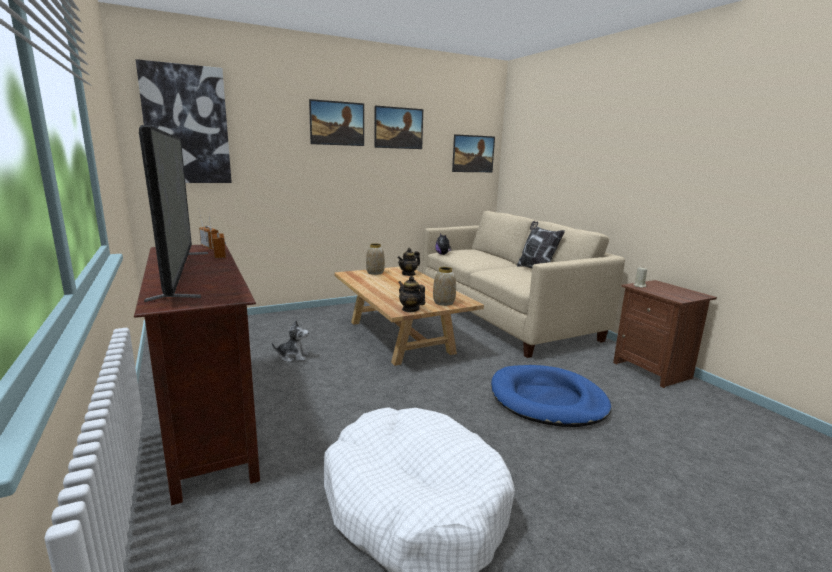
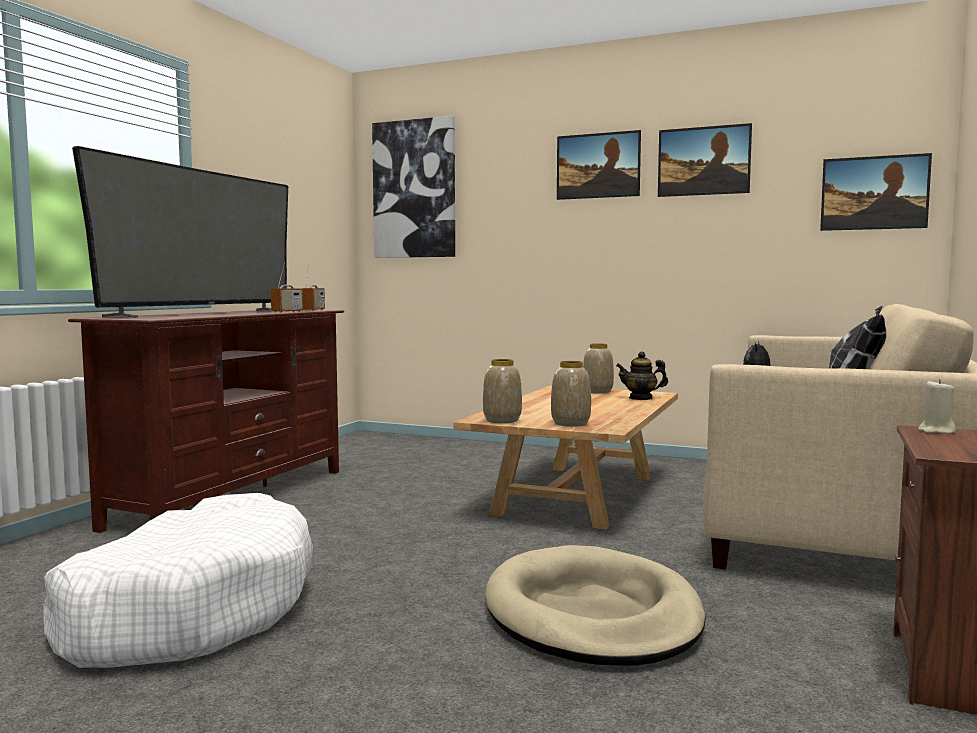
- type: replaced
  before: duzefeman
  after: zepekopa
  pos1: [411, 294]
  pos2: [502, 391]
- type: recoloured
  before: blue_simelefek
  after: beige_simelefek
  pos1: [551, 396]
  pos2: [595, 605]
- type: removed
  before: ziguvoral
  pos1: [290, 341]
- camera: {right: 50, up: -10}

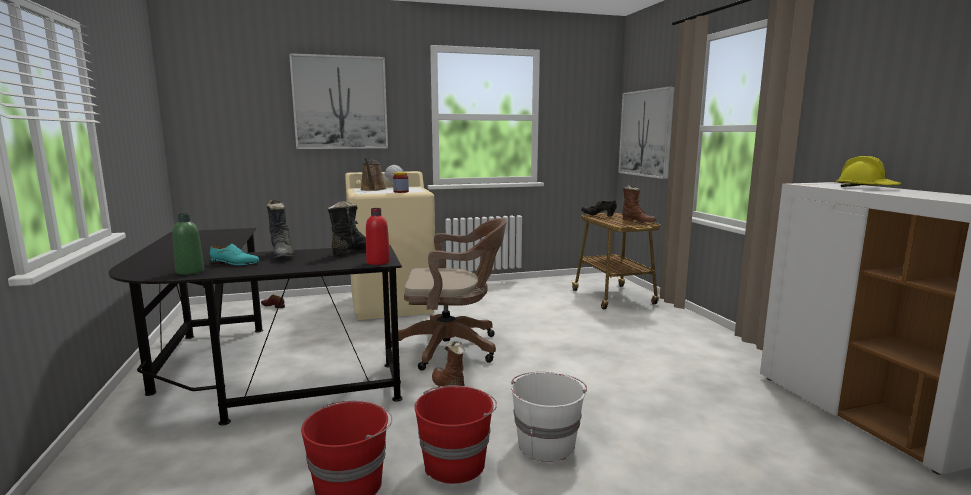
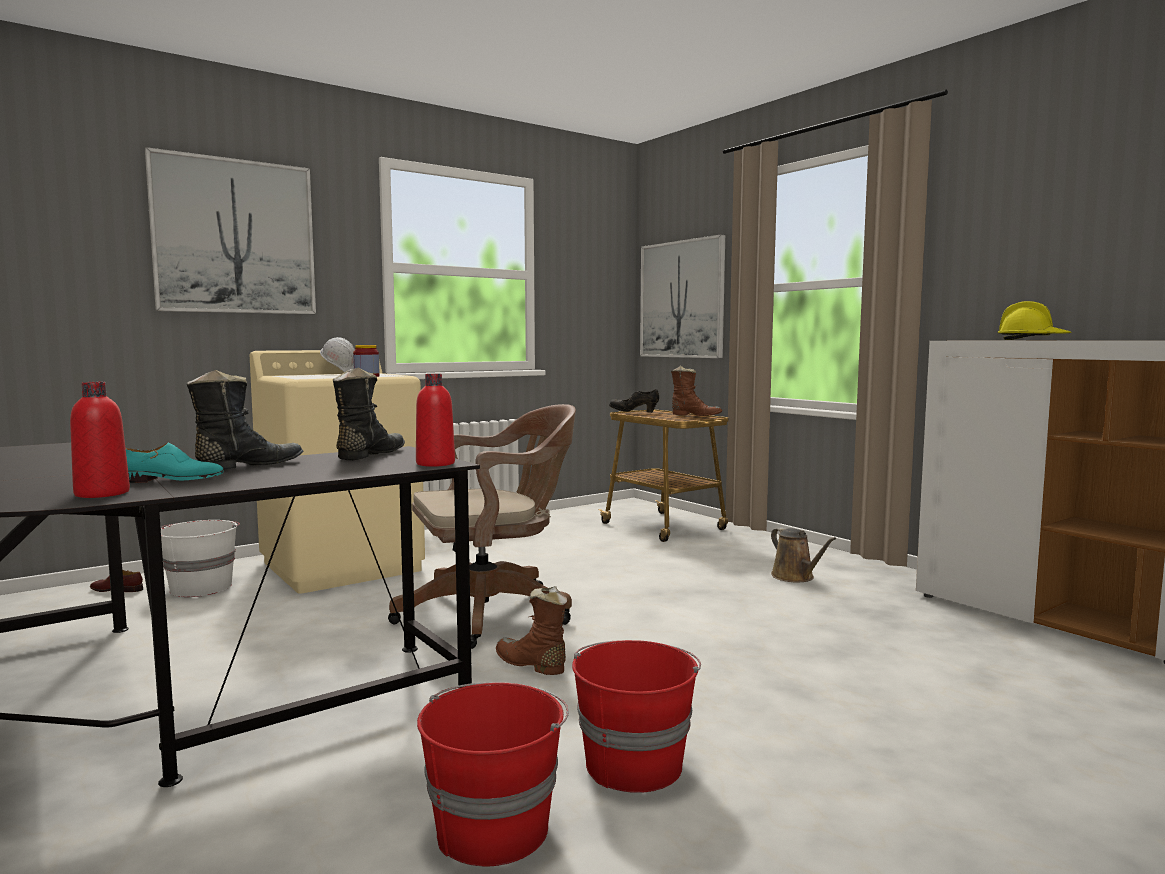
- type: recoloured
  before: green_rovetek
  after: red_rovetek
  pos1: [188, 244]
  pos2: [100, 440]
- type: moved
  before: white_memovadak
  pos1: [549, 417]
  pos2: [200, 558]
- type: turned
  before: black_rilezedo
  pos1: [281, 229]
  pos2: [245, 420]
  turn: -90
- type: moved
  before: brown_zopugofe
  pos1: [373, 174]
  pos2: [803, 554]
- camera: {right: -20, up: -5}

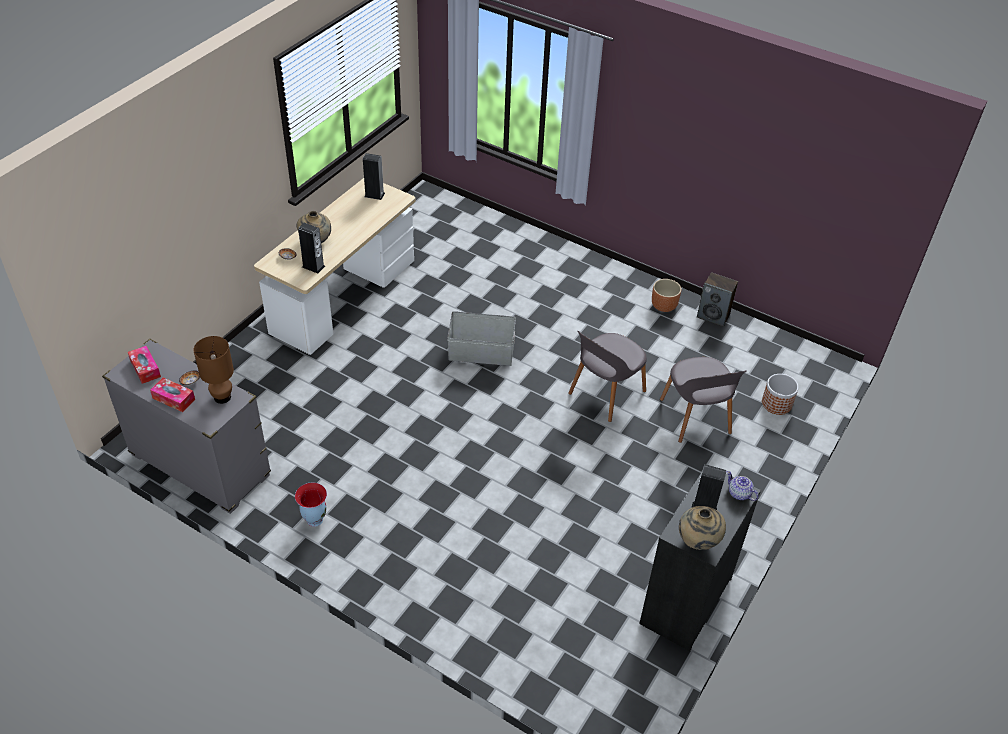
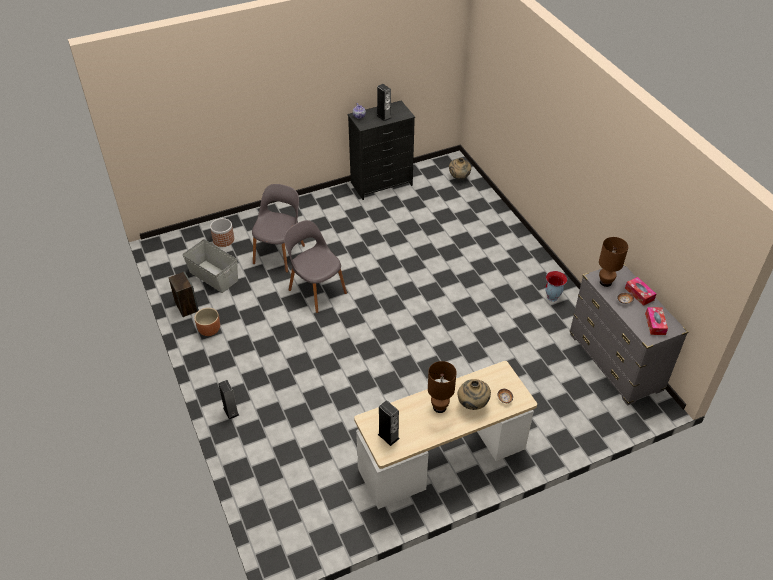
- type: moved
  before: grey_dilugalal
  pos1: [481, 338]
  pos2: [210, 266]
- type: moved
  before: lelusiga
  pos1: [311, 247]
  pos2: [228, 400]
- type: turned
  before: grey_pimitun
  pos1: [607, 376]
  pos2: [315, 266]
  turn: -120
- type: added
  after: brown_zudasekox
  pos2: [442, 387]
- type: moved
  before: beige_zepekopa
  pos1: [702, 528]
  pos2: [460, 169]
- camera: {right: -145, up: 0}

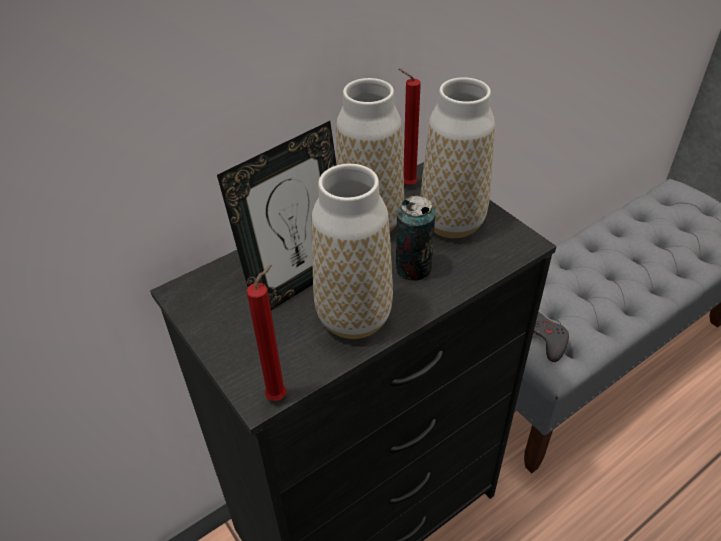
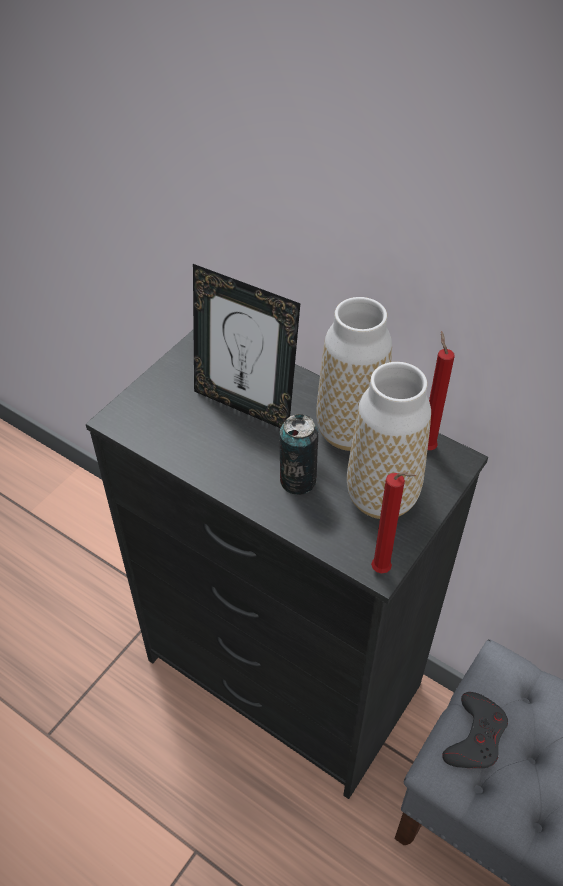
- type: moved
  before: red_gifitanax
  pos1: [266, 333]
  pos2: [393, 522]
- type: removed
  before: zepekopa
  pos1: [352, 251]
- camera: {right: 70, up: 5}

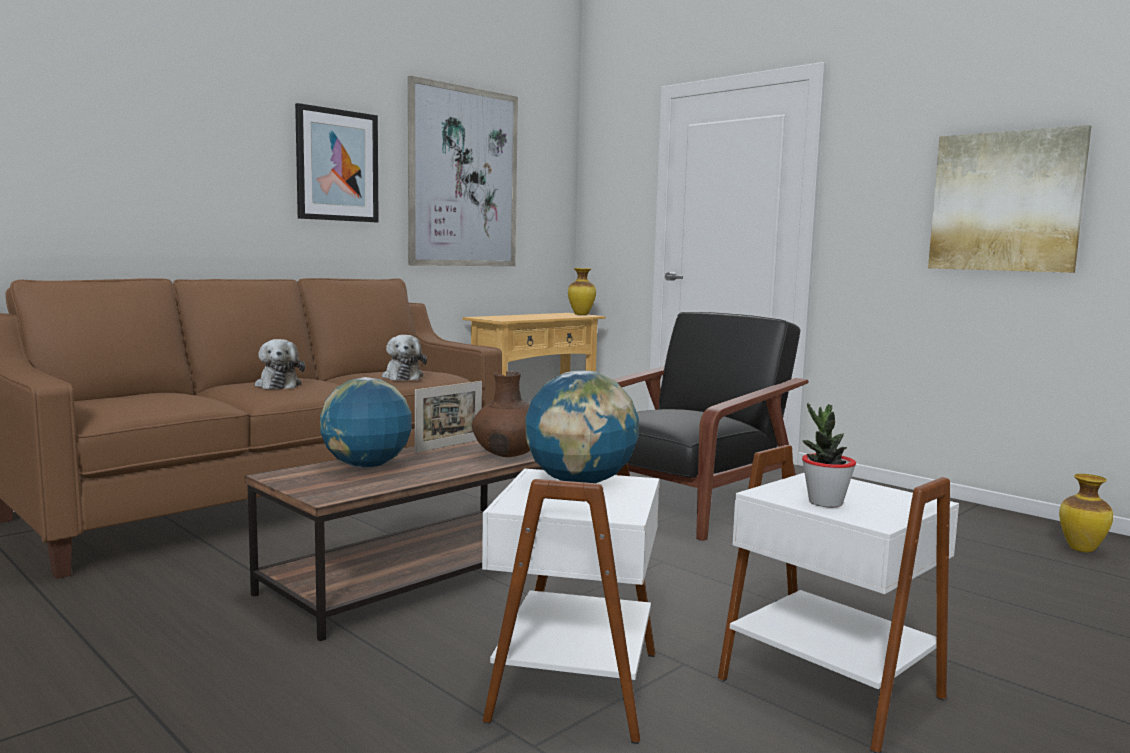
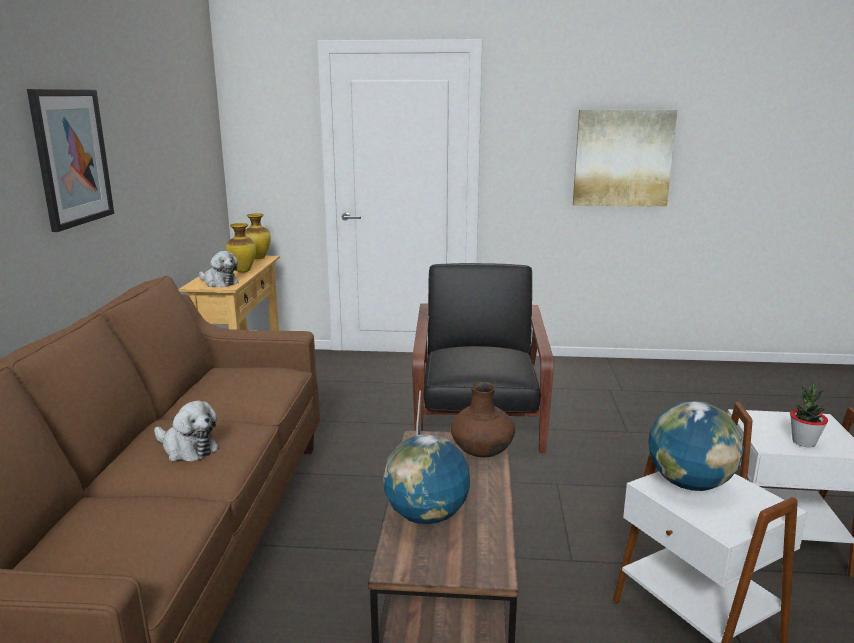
- type: moved
  before: ziguvoral
  pos1: [404, 357]
  pos2: [219, 269]
- type: moved
  before: zepekopa
  pos1: [1086, 513]
  pos2: [241, 247]
- type: removed
  before: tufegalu
  pos1: [463, 171]
- camera: {right: -40, up: 10}

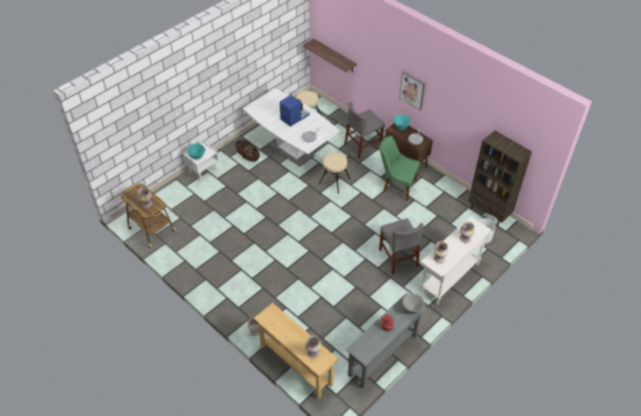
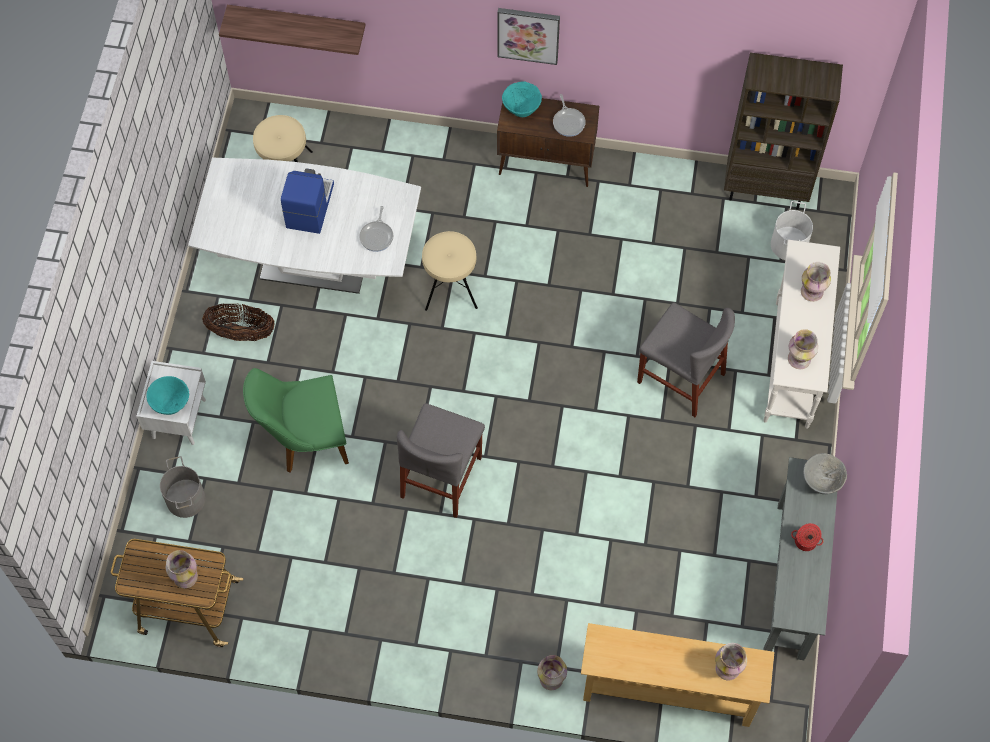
- type: added
  after: grey_memovadak
  pos2: [183, 487]
- type: moved
  before: green_pimitun
  pos1: [400, 168]
  pos2: [296, 420]
- type: moved
  before: grey_pimitun
  pos1: [365, 130]
  pos2: [441, 460]
- camera: {right: -35, up: 15}

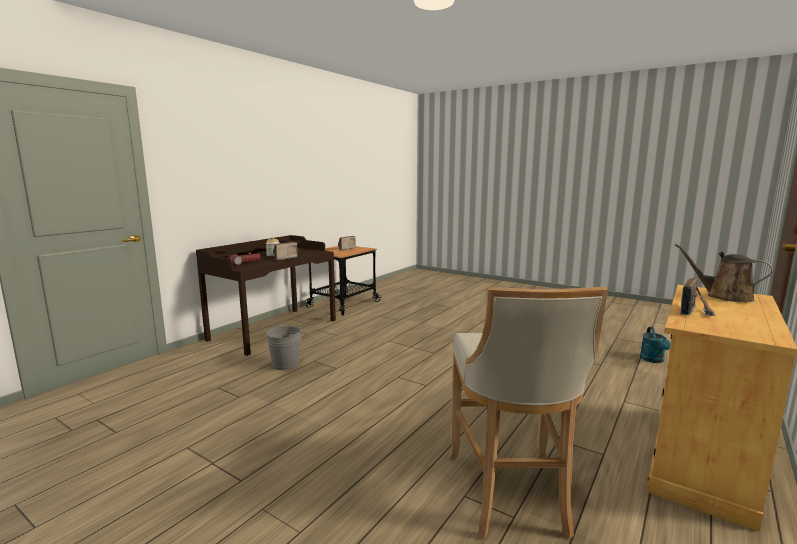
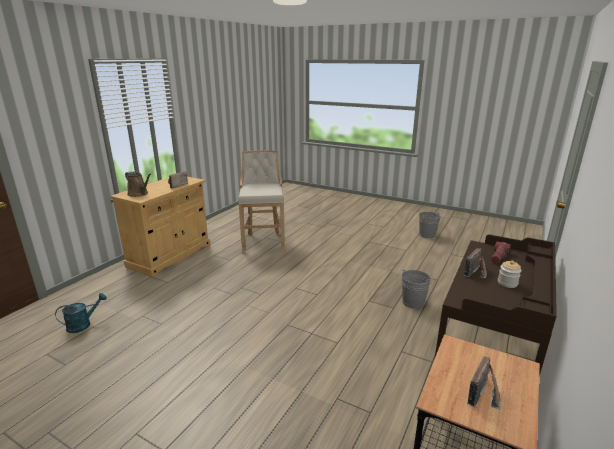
- type: turned
  before: turquoise_zopugofe
  pos1: [655, 345]
  pos2: [81, 313]
  turn: 45
- type: added
  after: grey_memovadak
  pos2: [430, 225]
- camera: {right: 175, up: 10}

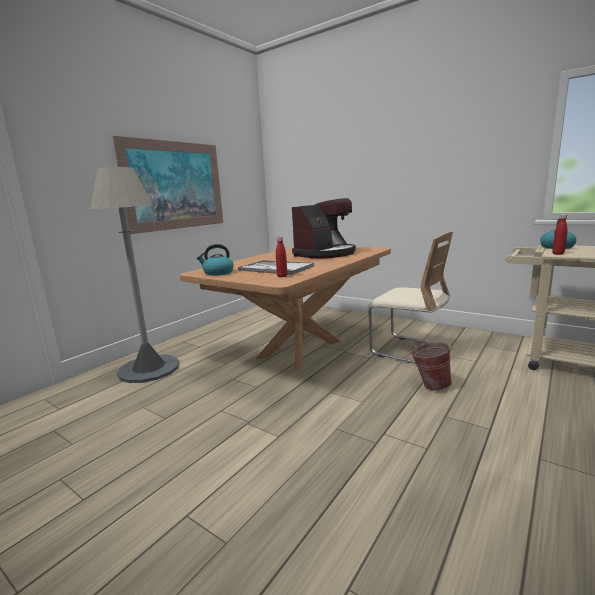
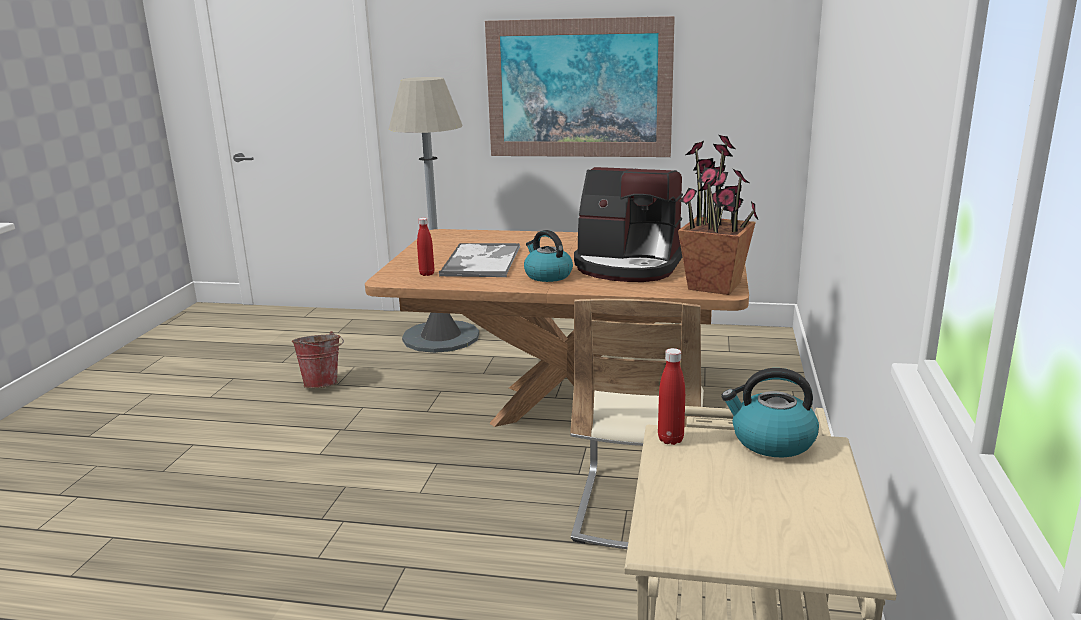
- type: moved
  before: memovadak
  pos1: [432, 366]
  pos2: [318, 359]
- type: moved
  before: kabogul
  pos1: [215, 260]
  pos2: [548, 256]
- type: added
  after: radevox
  pos2: [718, 215]
- camera: {right: 65, up: 5}

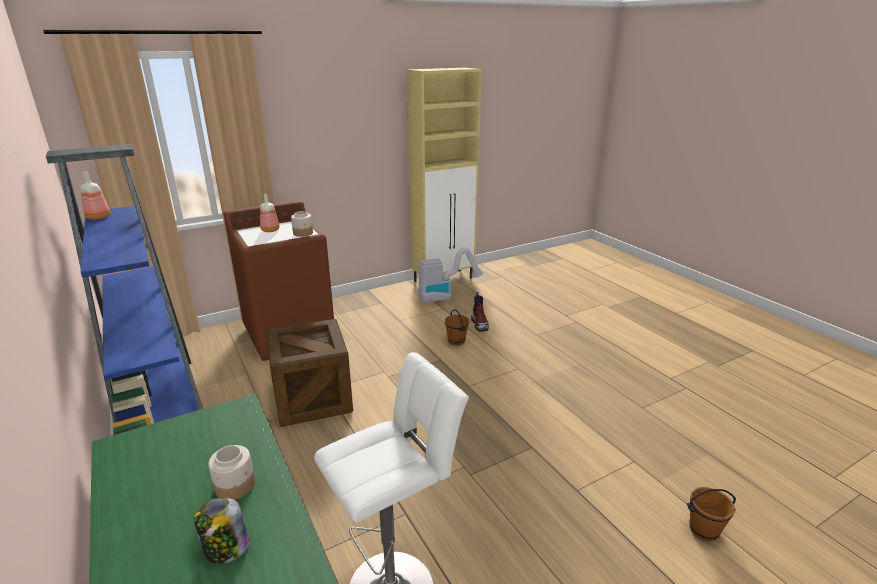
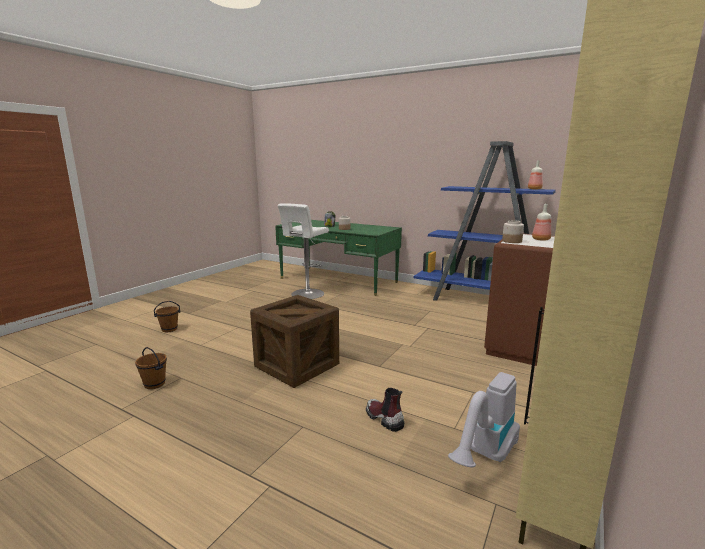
- type: moved
  before: brown_memovadak
  pos1: [457, 327]
  pos2: [151, 368]
- type: moved
  before: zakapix
  pos1: [309, 373]
  pos2: [294, 341]
- camera: {right: 150, up: -10}

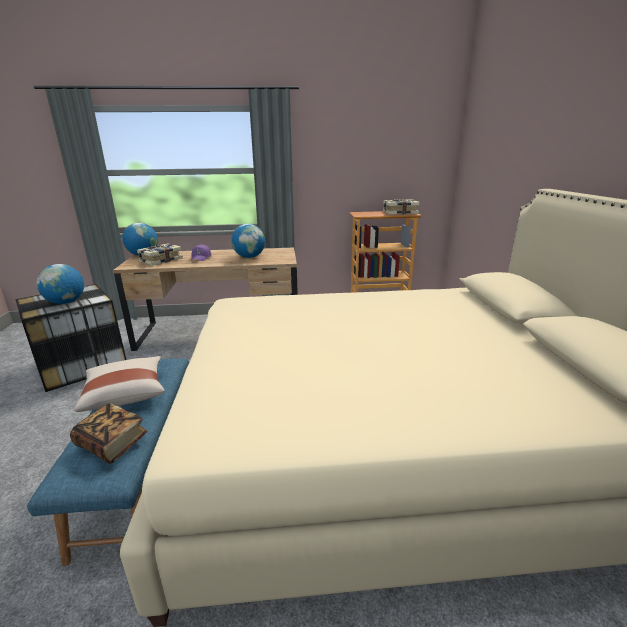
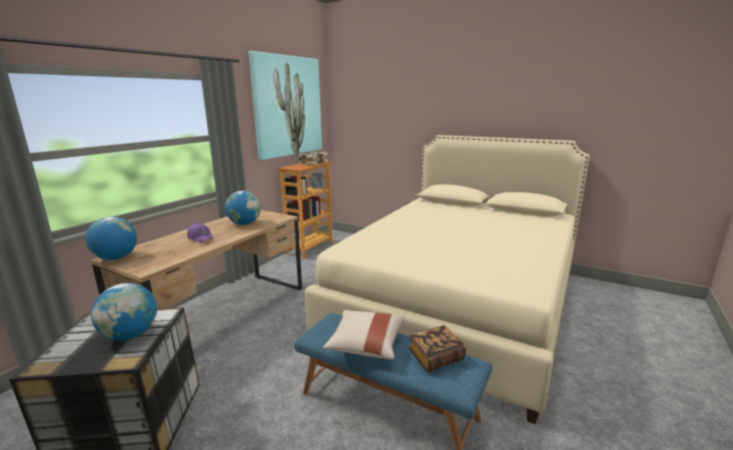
- type: added
  after: tufegalu
  pos2: [285, 105]
- type: removed
  before: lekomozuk
  pos1: [160, 254]
- camera: {right: -55, up: -5}

